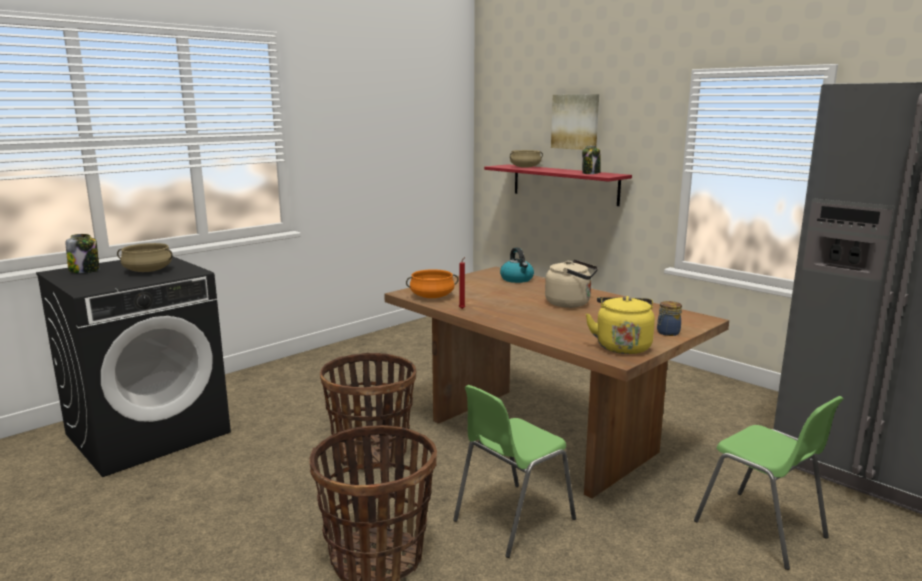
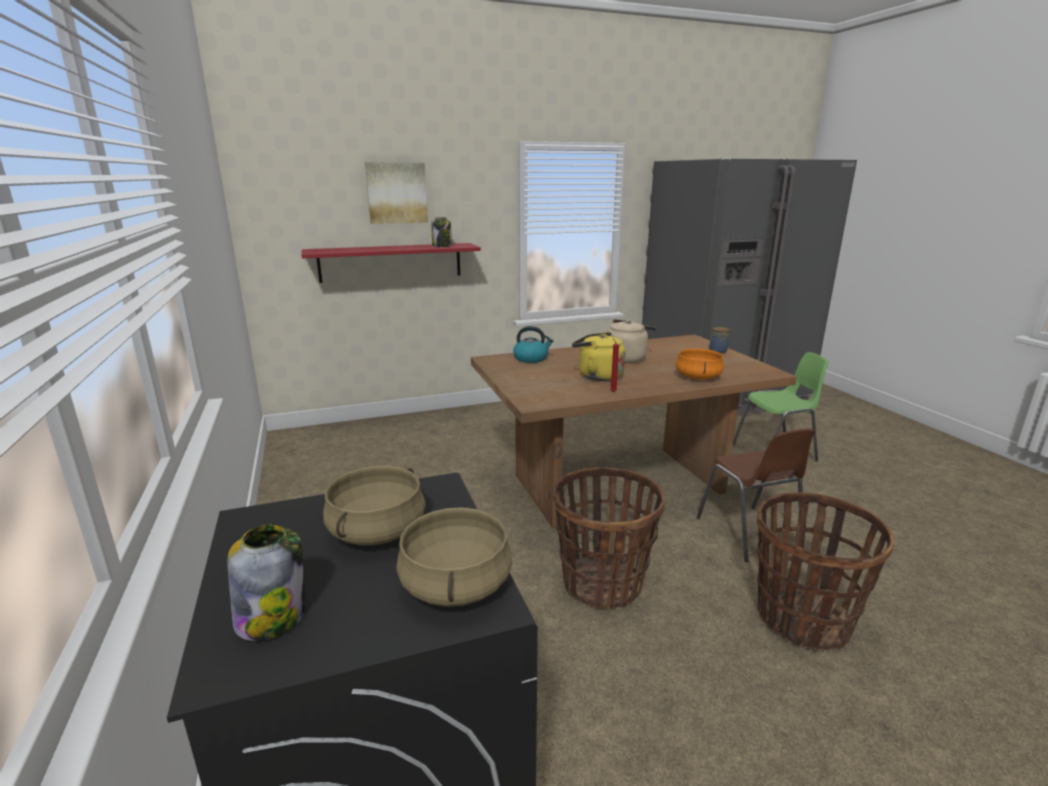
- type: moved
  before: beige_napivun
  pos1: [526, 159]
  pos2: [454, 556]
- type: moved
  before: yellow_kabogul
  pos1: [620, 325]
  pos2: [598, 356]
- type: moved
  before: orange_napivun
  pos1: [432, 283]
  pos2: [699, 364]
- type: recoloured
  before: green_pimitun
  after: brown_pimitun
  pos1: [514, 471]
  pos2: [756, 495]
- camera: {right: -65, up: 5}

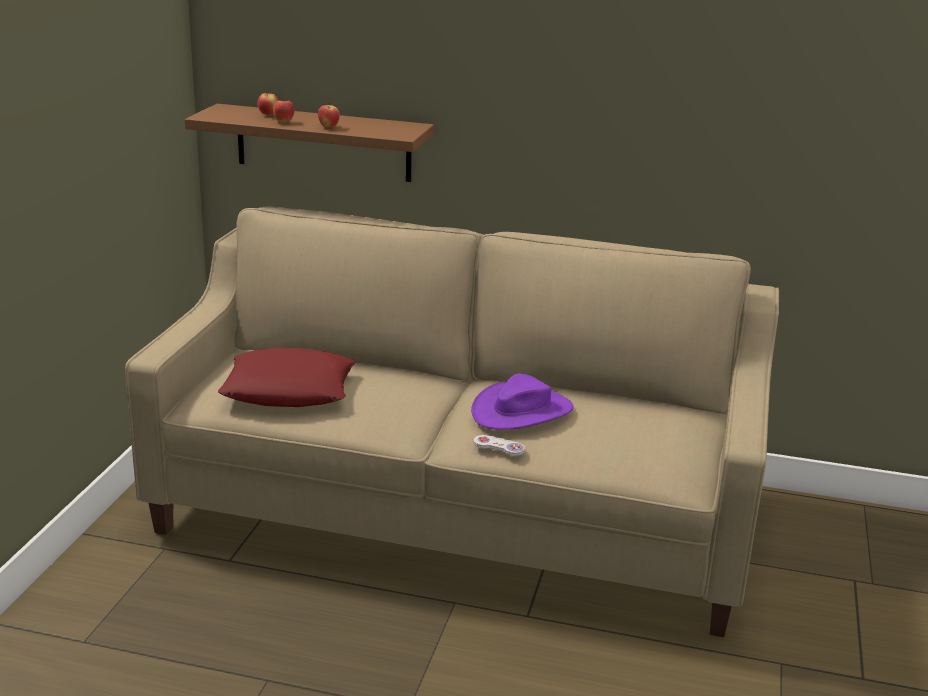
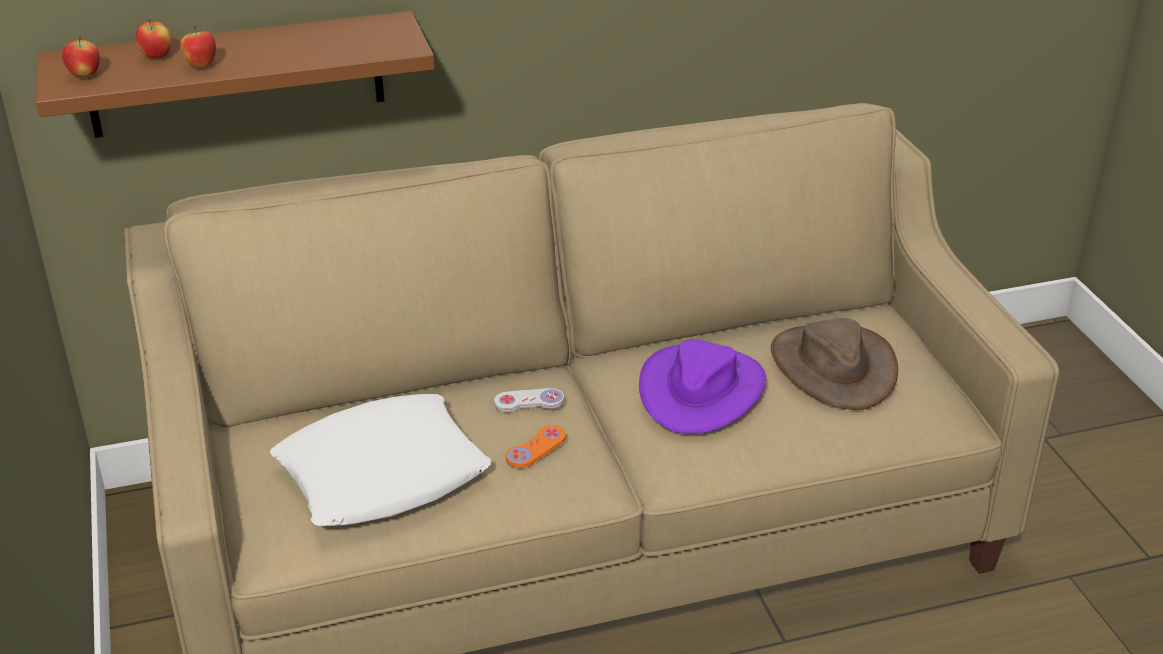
- type: moved
  before: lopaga
  pos1: [328, 114]
  pos2: [81, 57]
- type: recoloured
  before: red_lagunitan
  after: white_lagunitan
  pos1: [287, 377]
  pos2: [380, 460]
- type: moved
  before: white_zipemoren
  pos1: [499, 445]
  pos2: [529, 400]
- type: added
  after: orange_zipemoren
  pos2: [536, 446]
- type: added
  after: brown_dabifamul
  pos2: [834, 364]
- camera: {right: -30, up: 10}

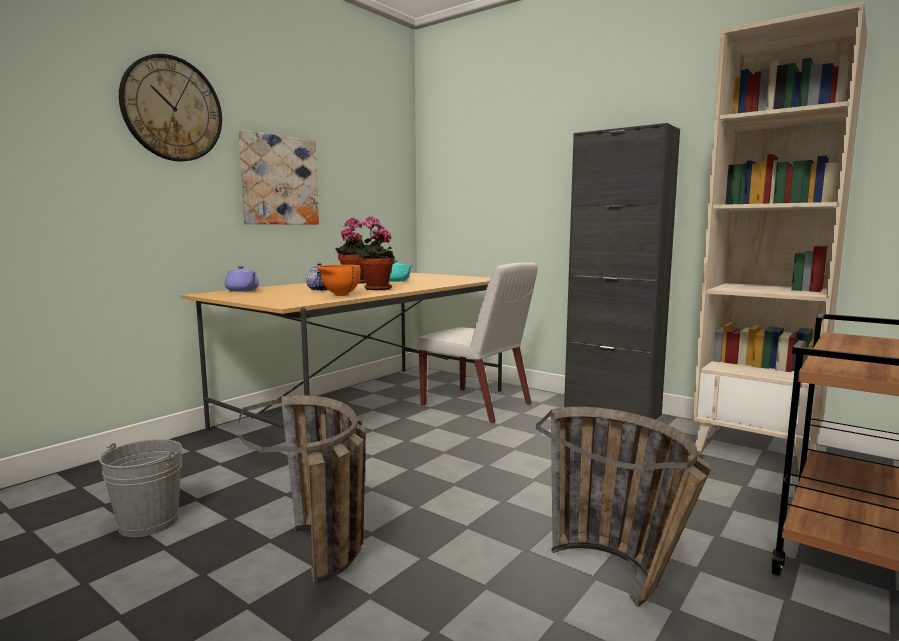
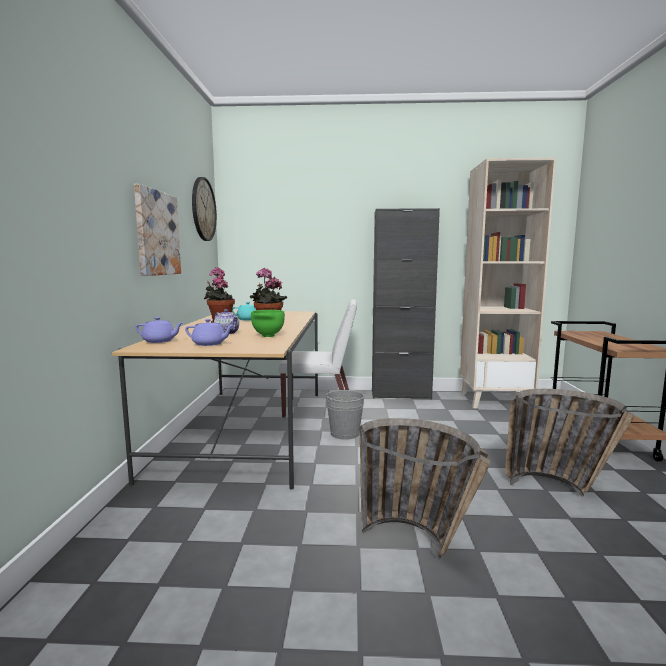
- type: added
  after: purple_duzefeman
  pos2: [209, 332]
- type: moved
  before: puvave
  pos1: [170, 108]
  pos2: [204, 209]
- type: recoloured
  before: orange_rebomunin
  after: green_rebomunin
  pos1: [338, 280]
  pos2: [268, 323]
- type: moved
  before: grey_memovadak
  pos1: [141, 488]
  pos2: [346, 415]
- camera: {right: -35, up: 0}

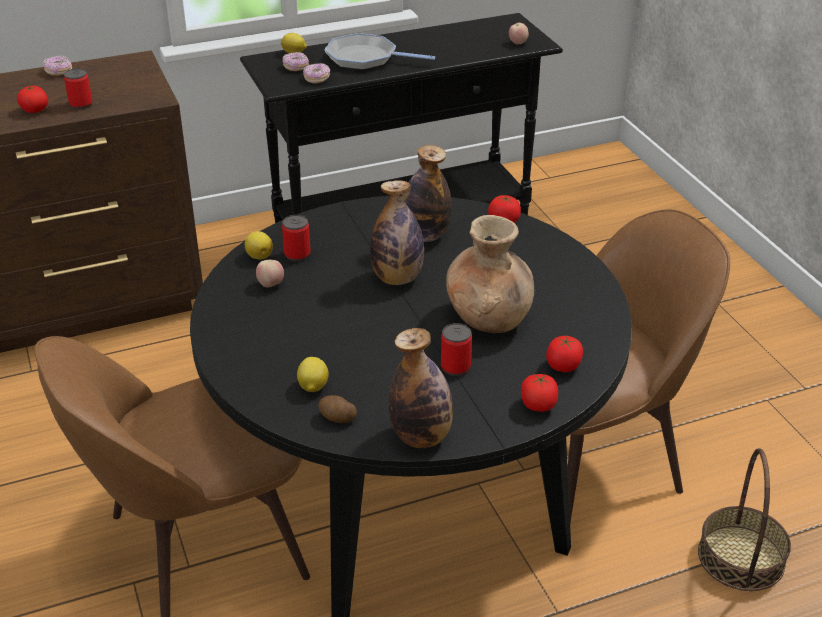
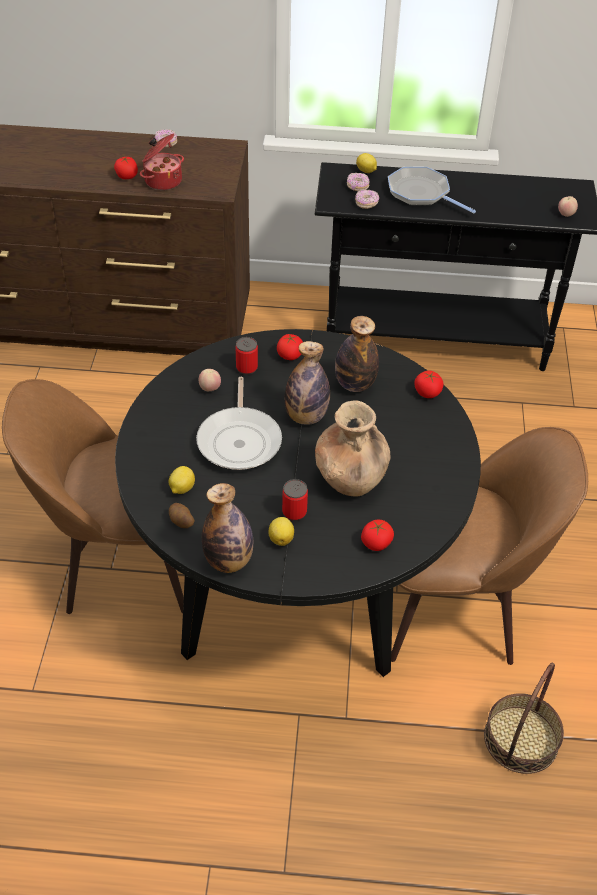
- type: replaced
  before: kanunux
  after: napivun
  pos1: [78, 88]
  pos2: [162, 162]
- type: added
  after: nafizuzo
  pos2: [239, 423]
- type: moved
  before: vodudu
  pos1: [259, 245]
  pos2: [281, 531]
- type: moved
  before: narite
  pos1: [539, 393]
  pos2: [290, 347]
- camera: {right: 25, up: 10}

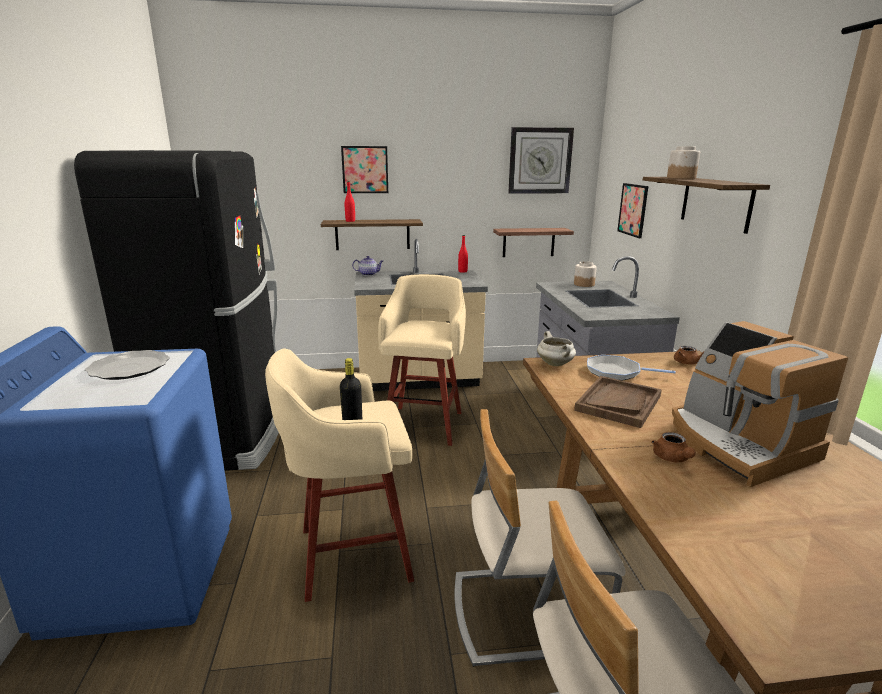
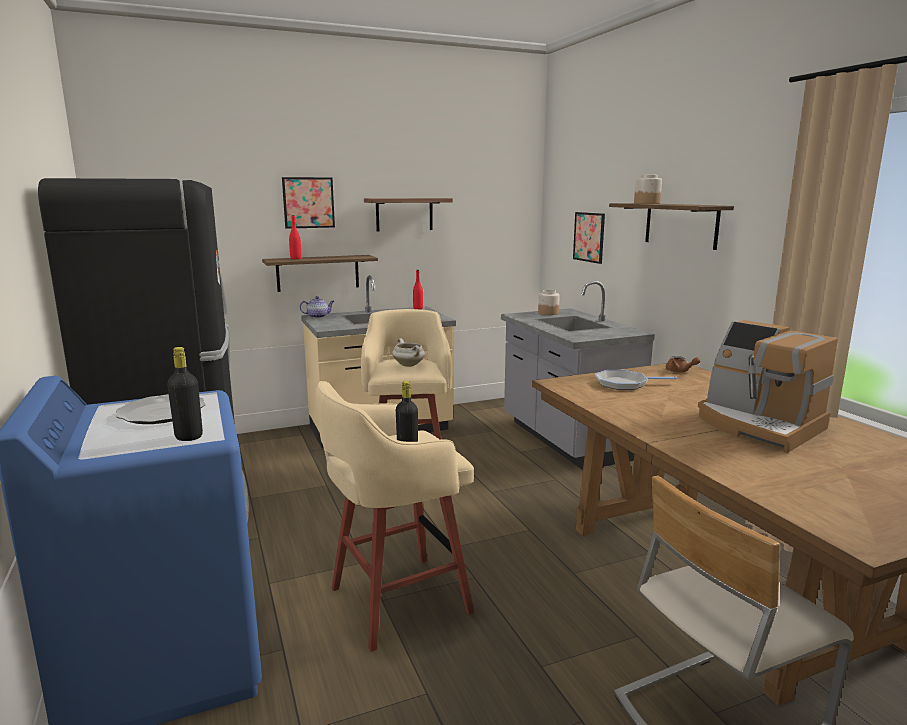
- type: added
  after: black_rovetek
  pos2: [185, 394]
- type: moved
  before: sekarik
  pos1: [533, 242]
  pos2: [408, 214]
- type: moved
  before: white_napivun
  pos1: [556, 348]
  pos2: [408, 352]
- type: removed
  before: beige_pimitun
  pos1: [540, 538]
- type: removed
  before: puvave
  pos1: [541, 160]
- type: removed
  before: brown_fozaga
  pos1: [618, 402]
- type: removed
  before: brown_duzefeman
  pos1: [673, 447]
- camera: {right: -15, up: -5}

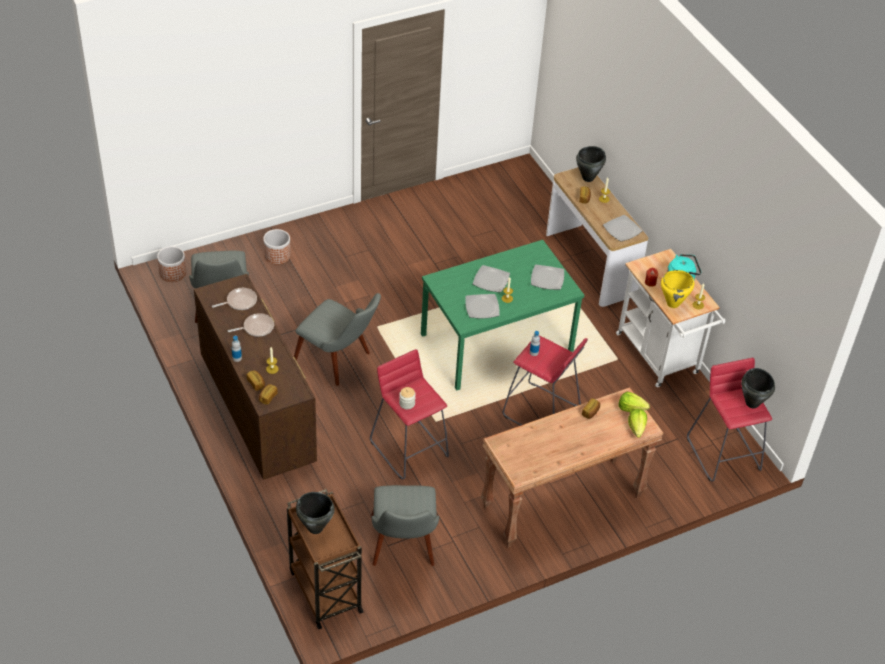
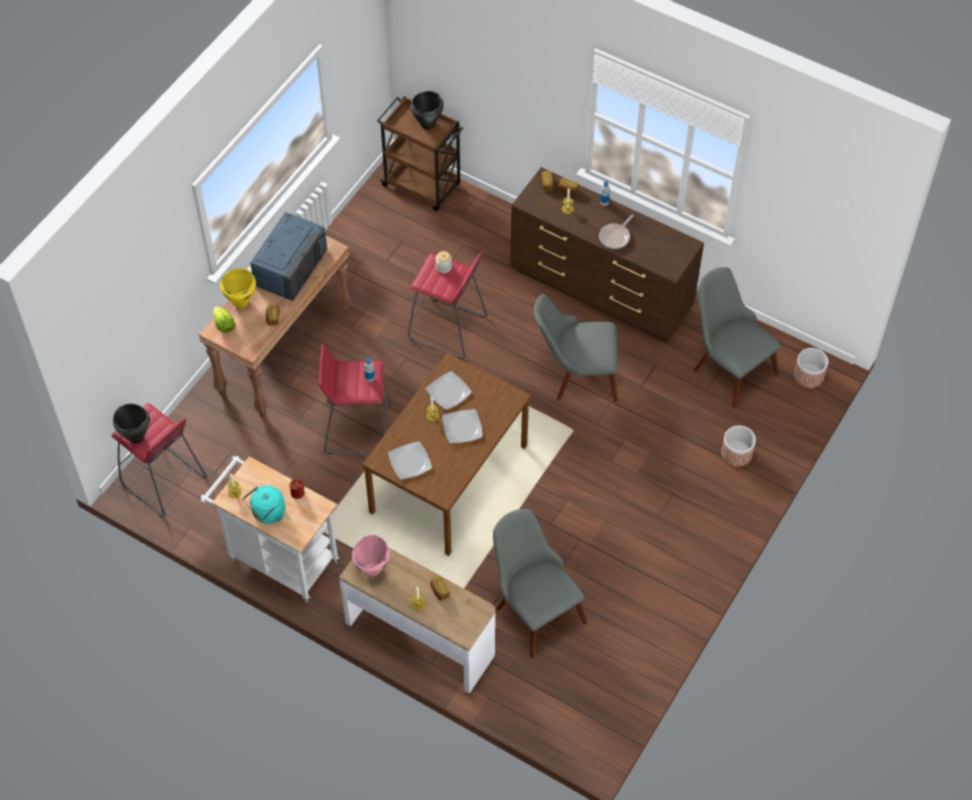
- type: moved
  before: yellow_napivun
  pos1: [677, 289]
  pos2: [238, 289]
- type: added
  after: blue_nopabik
  pos2: [288, 256]
- type: replaced
  before: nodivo
  after: pink_napivun
  pos1: [622, 228]
  pos2: [371, 556]
- type: recoloured
  before: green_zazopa
  after: brown_zazopa
  pos1: [502, 315]
  pos2: [446, 454]
- type: moved
  before: grey_pimitun
  pos1: [405, 525]
  pos2: [540, 583]
- type: removed
  before: nafizuzo
  pos1: [234, 299]
- type: removed
  before: black_napivun
  pos1: [591, 164]
- type: removed
  before: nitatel
  pos1: [634, 402]
- camera: {right: 150, up: 10}

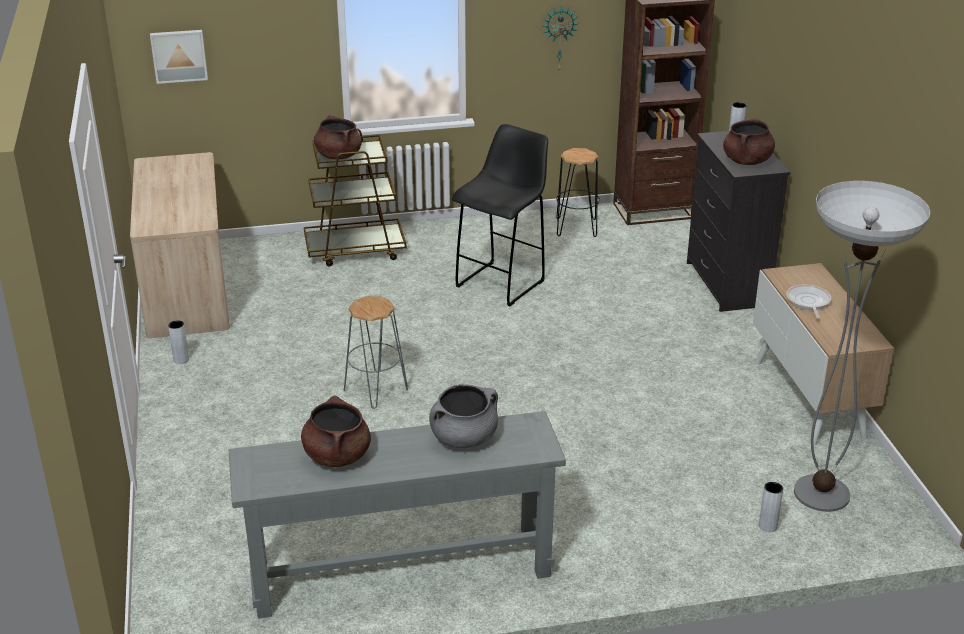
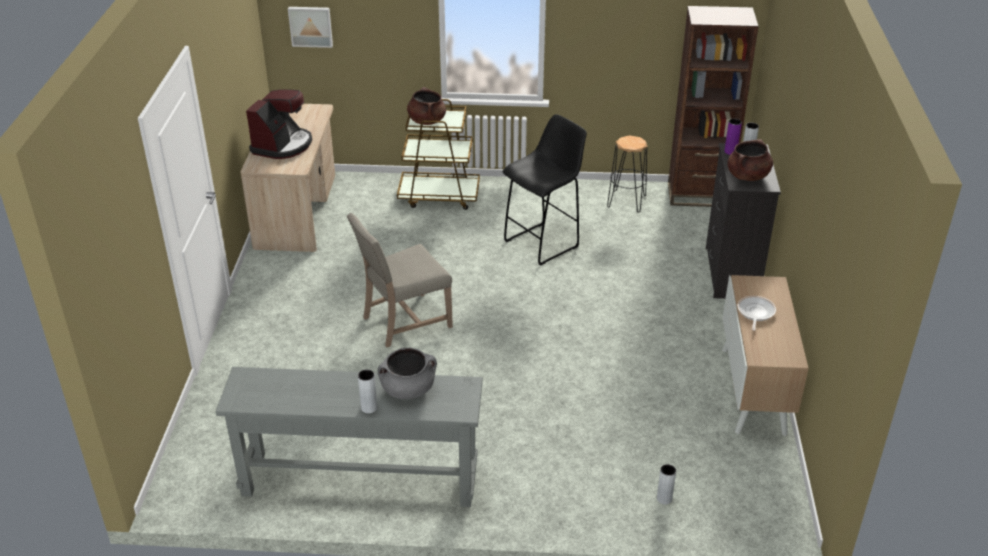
- type: added
  after: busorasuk
  pos2: [279, 124]
- type: replaced
  before: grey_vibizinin
  after: beige_pimitun
  pos1: [376, 352]
  pos2: [400, 280]
- type: moved
  before: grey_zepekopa
  pos1: [178, 342]
  pos2: [367, 391]
- type: added
  after: purple_zepekopa
  pos2: [733, 137]
- type: removed
  before: brown_napivun
  pos1: [336, 431]
- type: removed
  before: puvave
  pos1: [561, 38]
- type: removed
  before: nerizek
  pos1: [862, 346]
- camera: {right: 15, up: 5}

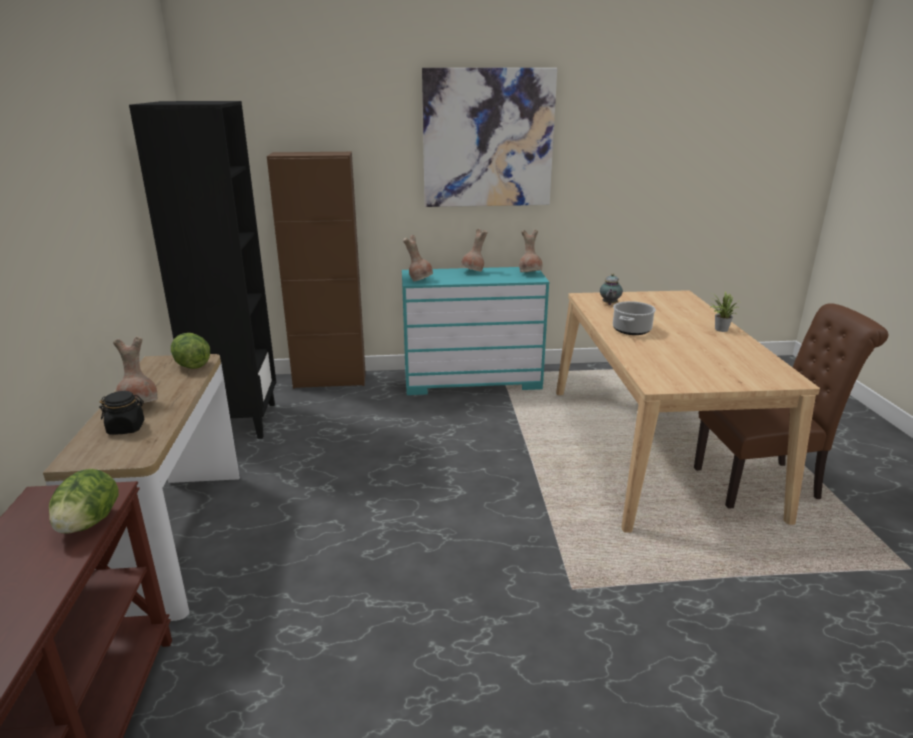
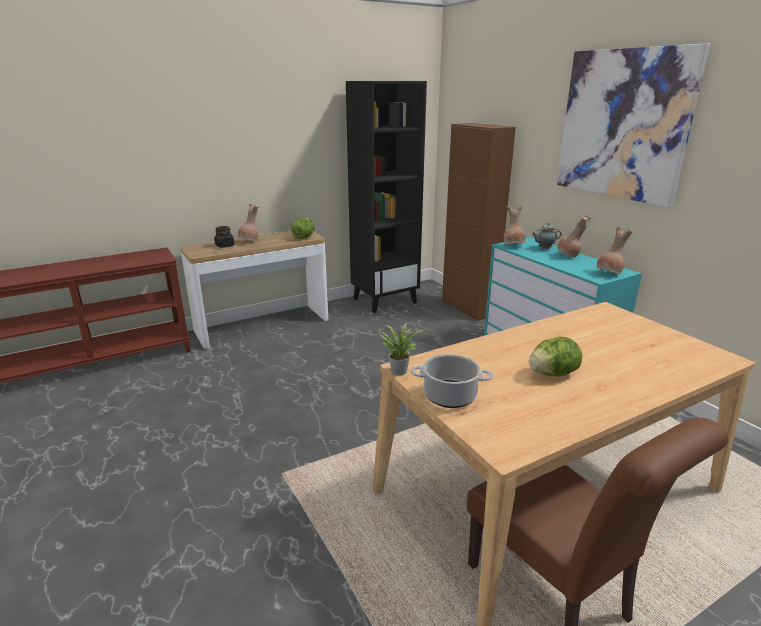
- type: moved
  before: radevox
  pos1: [725, 311]
  pos2: [402, 349]
- type: moved
  before: napivun
  pos1: [634, 318]
  pos2: [451, 381]
- type: moved
  before: nitatel
  pos1: [84, 501]
  pos2: [555, 356]
- type: moved
  before: duzefeman
  pos1: [611, 289]
  pos2: [547, 236]
- camera: {right: 65, up: 0}

